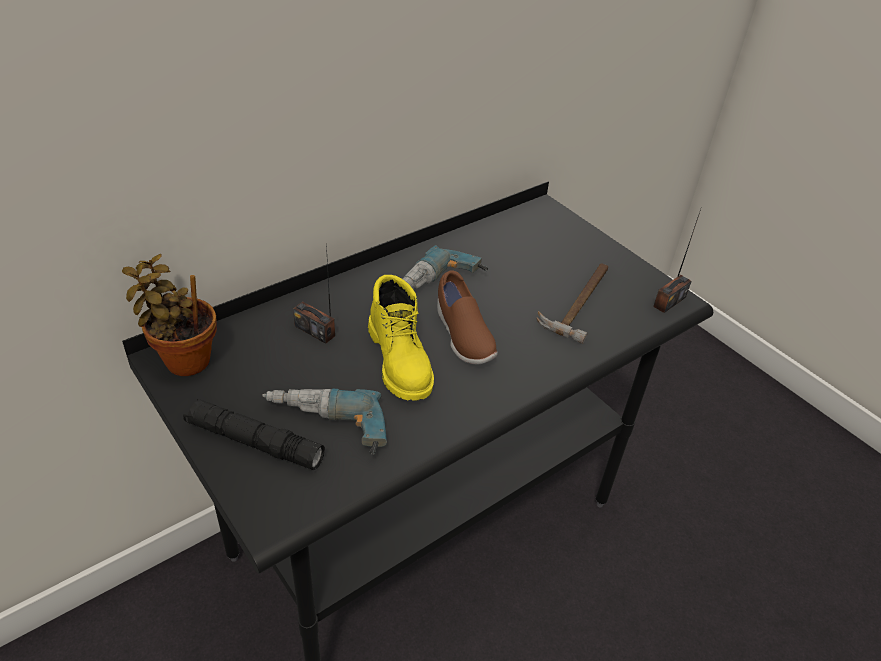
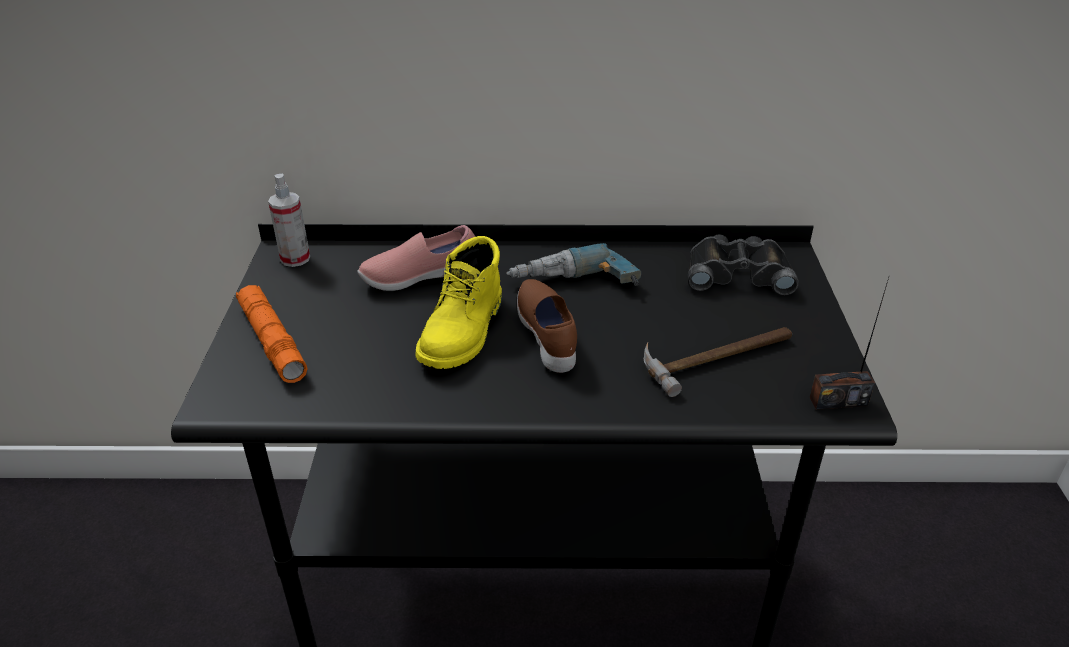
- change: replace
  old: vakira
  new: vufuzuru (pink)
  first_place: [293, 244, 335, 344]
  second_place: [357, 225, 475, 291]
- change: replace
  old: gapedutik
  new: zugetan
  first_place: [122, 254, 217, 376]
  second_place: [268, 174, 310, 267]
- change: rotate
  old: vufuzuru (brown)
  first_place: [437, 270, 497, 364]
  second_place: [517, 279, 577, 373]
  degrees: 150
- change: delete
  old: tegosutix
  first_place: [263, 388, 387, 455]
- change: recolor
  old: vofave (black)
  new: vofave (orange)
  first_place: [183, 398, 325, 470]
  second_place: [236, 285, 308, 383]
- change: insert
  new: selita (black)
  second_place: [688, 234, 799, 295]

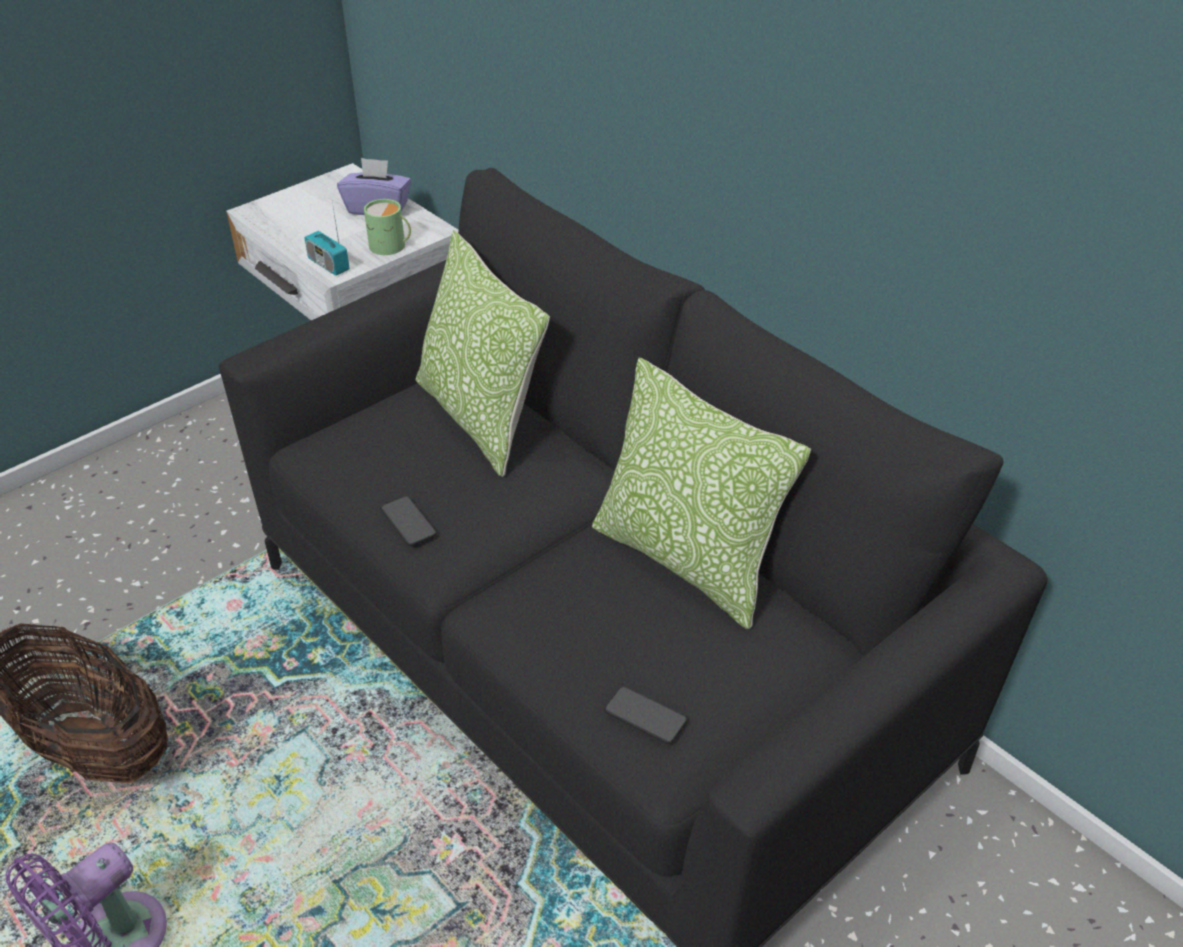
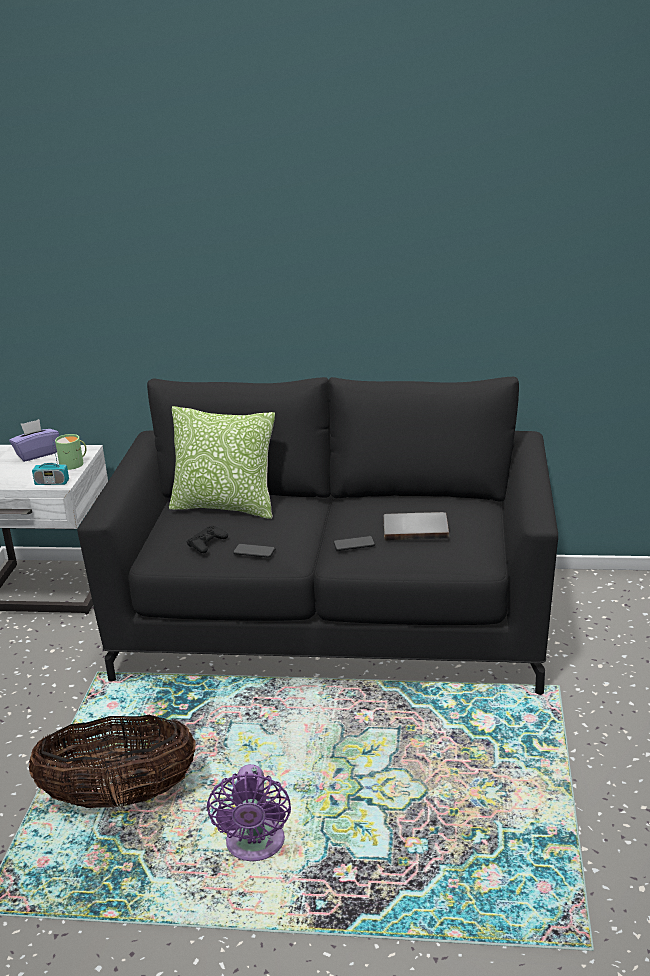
- change: delete
  old: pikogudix
  first_place: [592, 357, 811, 629]
- change: move
  old: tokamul
  first_place: [604, 686, 687, 744]
  second_place: [333, 536, 375, 551]
- change: insert
  new: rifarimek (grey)
  second_place: [384, 512, 449, 541]
- change: insert
  new: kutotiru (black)
  second_place: [187, 526, 228, 553]

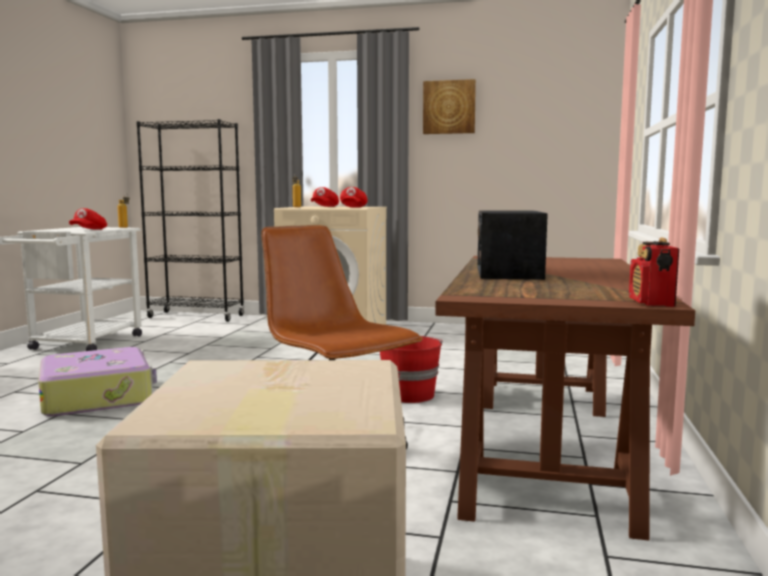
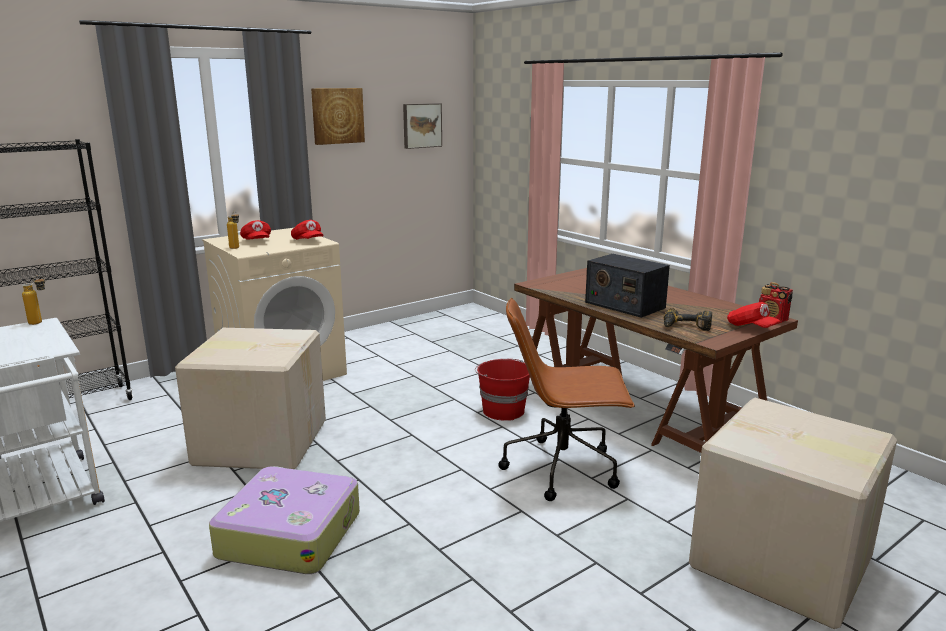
- change: move
  old: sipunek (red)
  first_place: [69, 208, 107, 230]
  second_place: [727, 302, 781, 328]
- change: insert
  new: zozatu
  second_place: [403, 103, 442, 149]
- change: insert
  new: tegosutix
  second_place: [664, 308, 712, 331]
- change: insert
  new: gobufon
  second_place: [175, 328, 326, 469]

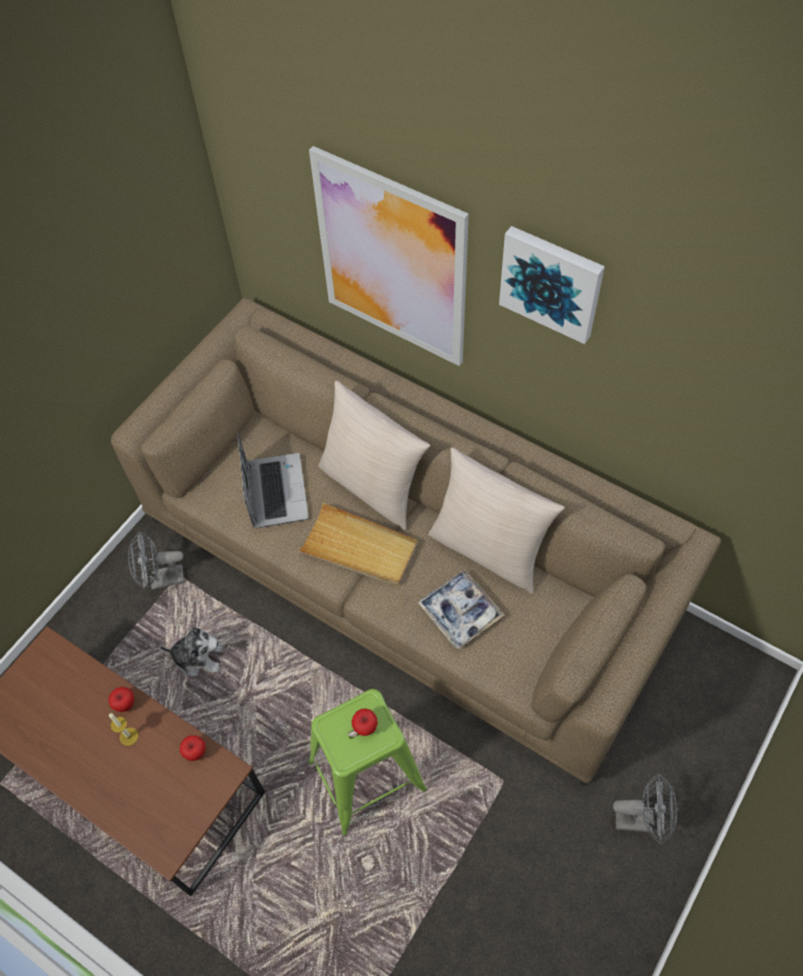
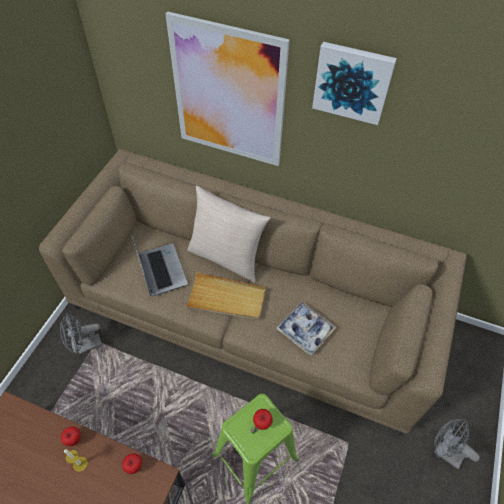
- change: delete
  old: pikogudix (beige)
  first_place: [428, 448, 565, 594]
- change: delete
  old: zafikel
  first_place: [159, 627, 223, 677]
- change: rotate
  old: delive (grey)
  first_place: [613, 773, 677, 845]
  second_place: [434, 419, 480, 469]
  degrees: -135

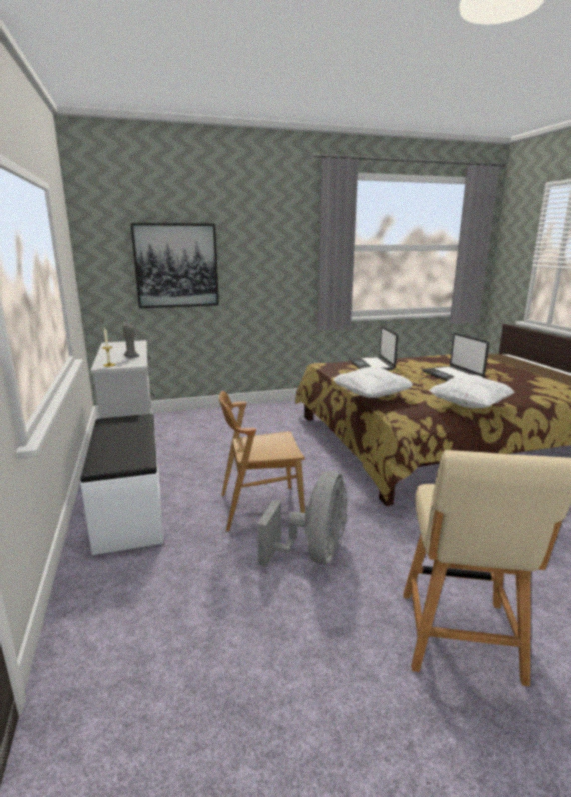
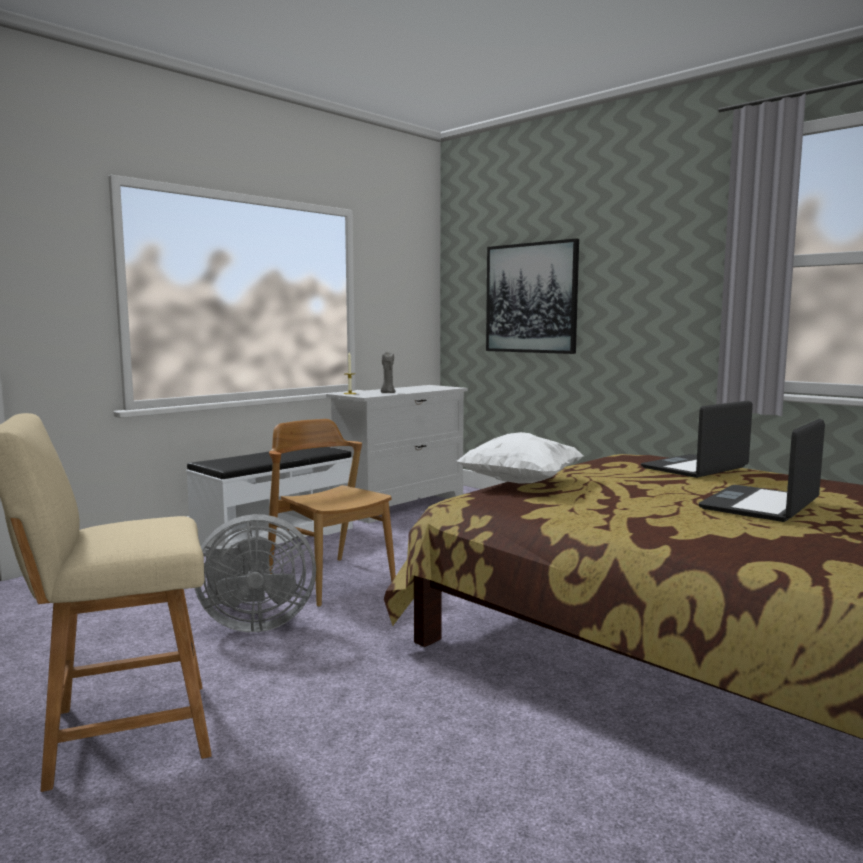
- change: delete
  old: pikogudix (white)
  first_place: [429, 375, 514, 408]

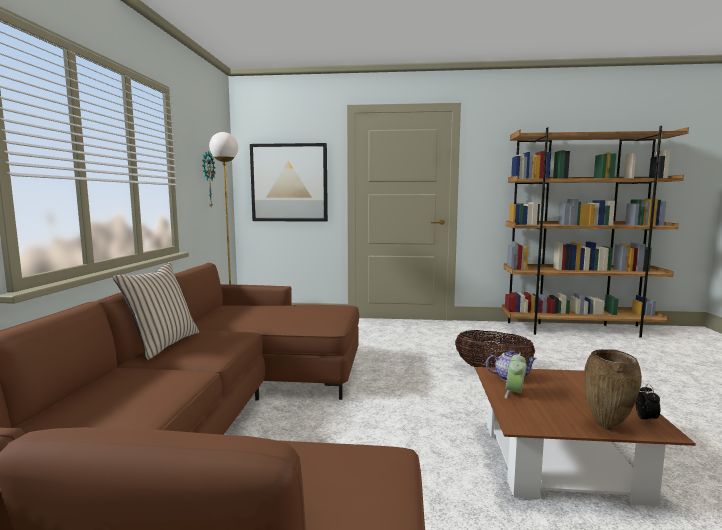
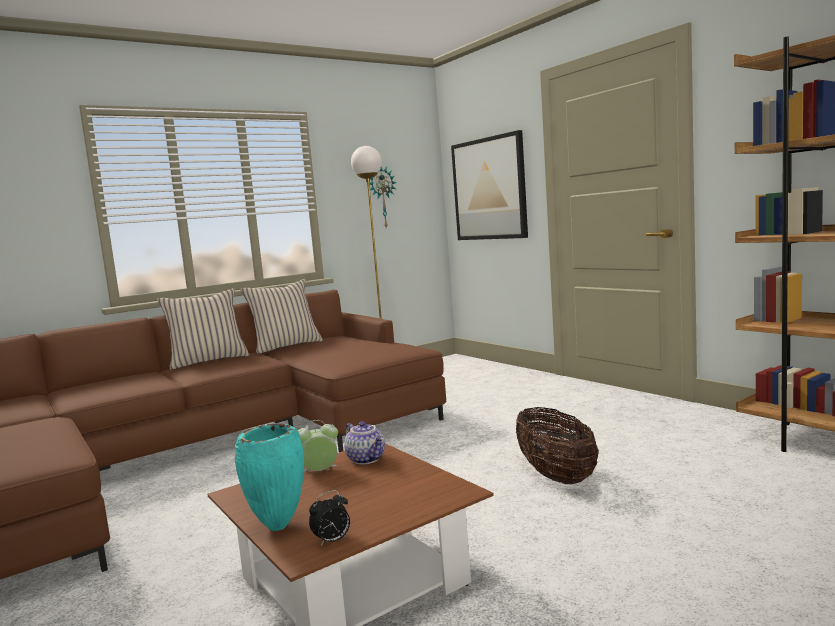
- change: recolor
  old: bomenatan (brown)
  new: bomenatan (turquoise)
  first_place: [584, 349, 642, 431]
  second_place: [235, 424, 304, 531]
- change: insert
  new: pikogudix (beige)
  second_place: [240, 279, 323, 354]

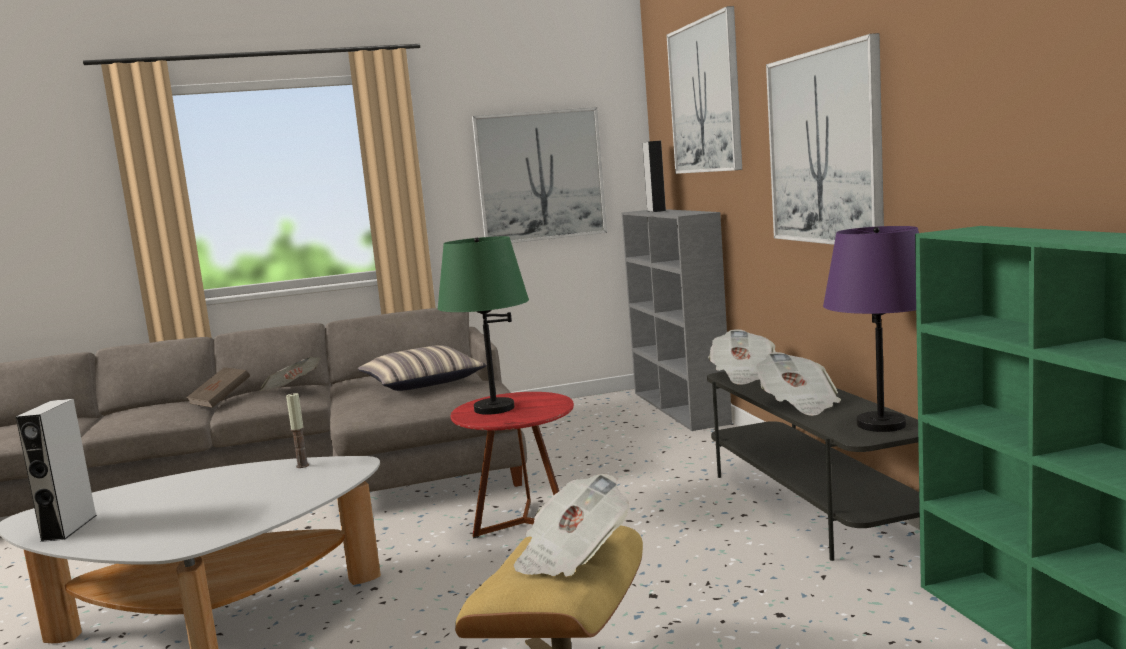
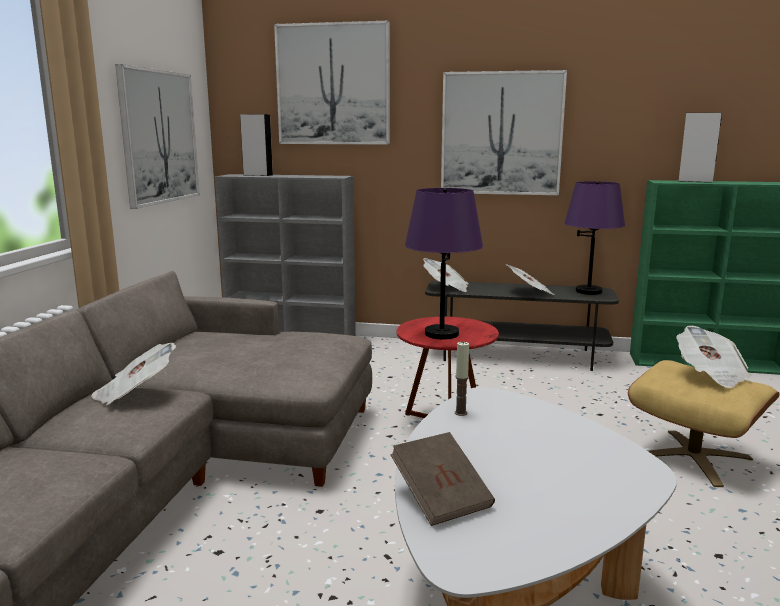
- change: recolor
  old: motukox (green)
  new: motukox (purple)
  first_place: [438, 236, 529, 415]
  second_place: [405, 188, 483, 339]
- change: delete
  old: pikogudix
  first_place: [358, 345, 487, 391]
- change: move
  old: rifarimek (brown)
  first_place: [186, 367, 250, 408]
  second_place: [391, 432, 495, 526]
- change: move
  old: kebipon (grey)
  first_place: [16, 399, 97, 542]
  second_place: [678, 112, 722, 183]

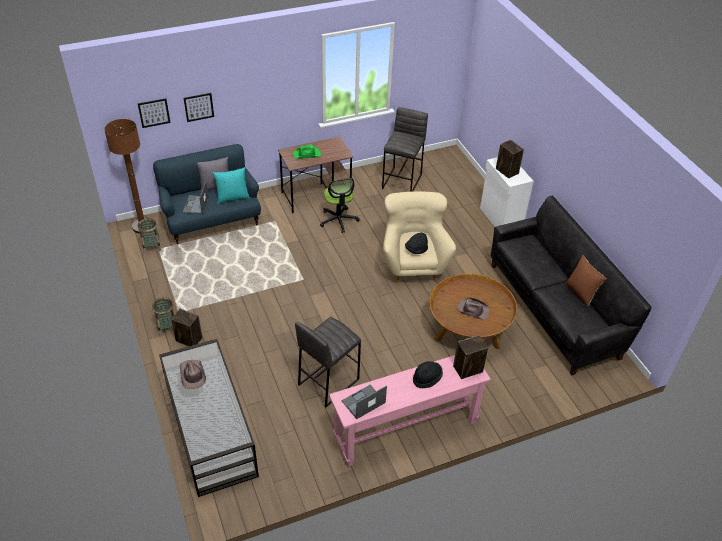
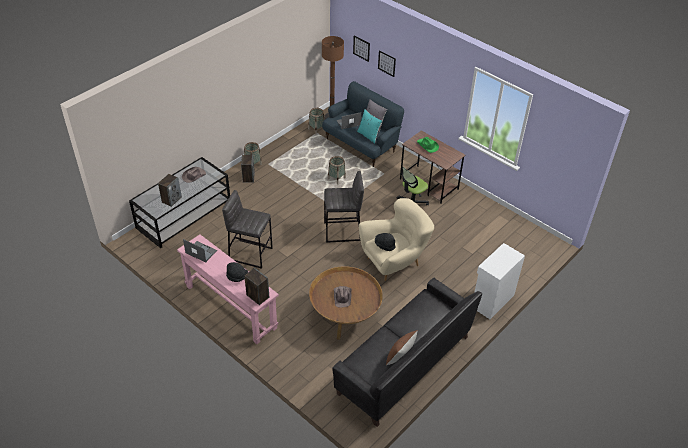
- change: move
  old: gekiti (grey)
  first_place: [382, 107, 428, 192]
  second_place: [324, 171, 364, 243]
- change: move
  old: kebipon
  first_place: [496, 140, 524, 178]
  second_place: [158, 174, 182, 207]
- change: insert
  new: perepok
  second_place: [328, 156, 346, 185]

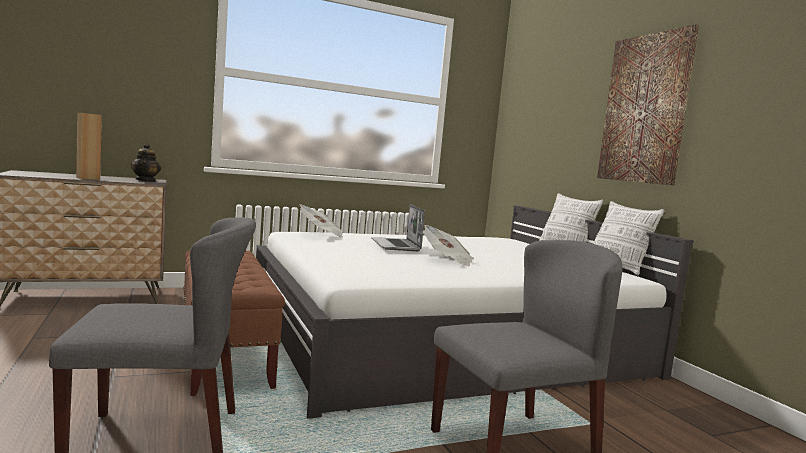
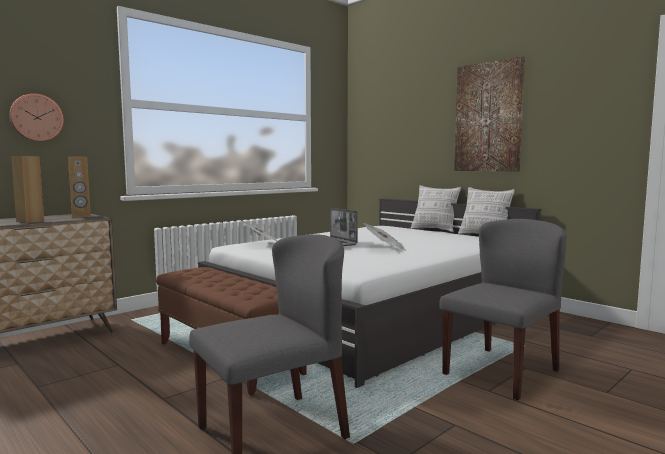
- change: replace
  old: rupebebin
  new: kebipon (brown)
  first_place: [131, 143, 161, 182]
  second_place: [68, 157, 91, 218]
- change: insert
  new: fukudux
  second_place: [9, 93, 64, 141]

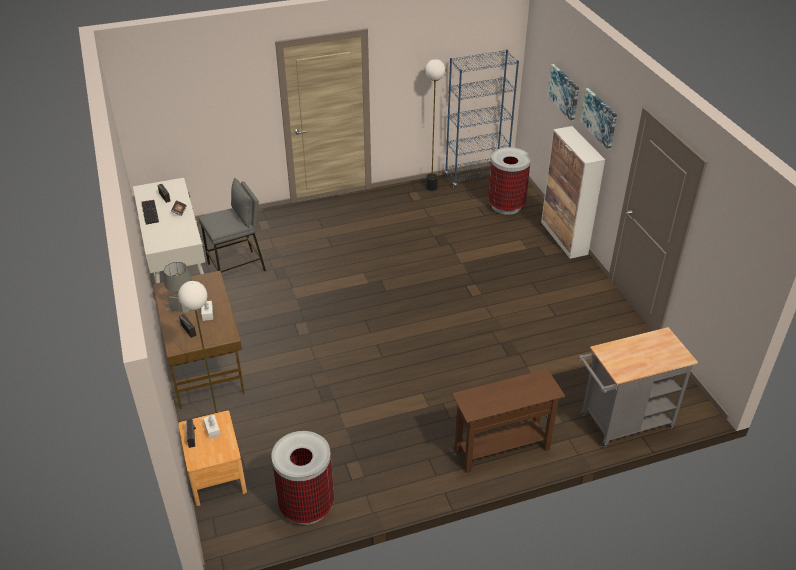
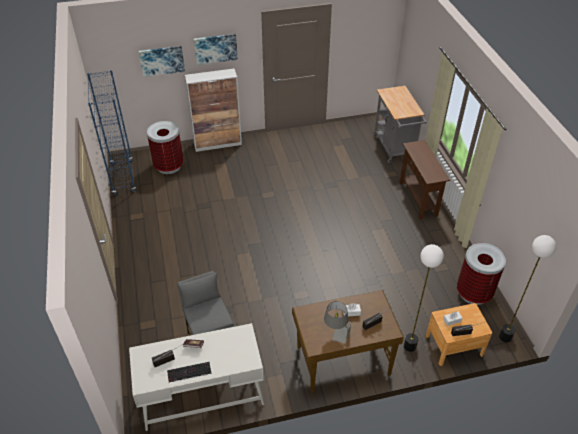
- change: move
  old: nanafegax
  first_place: [425, 59, 445, 191]
  second_place: [499, 235, 556, 343]

